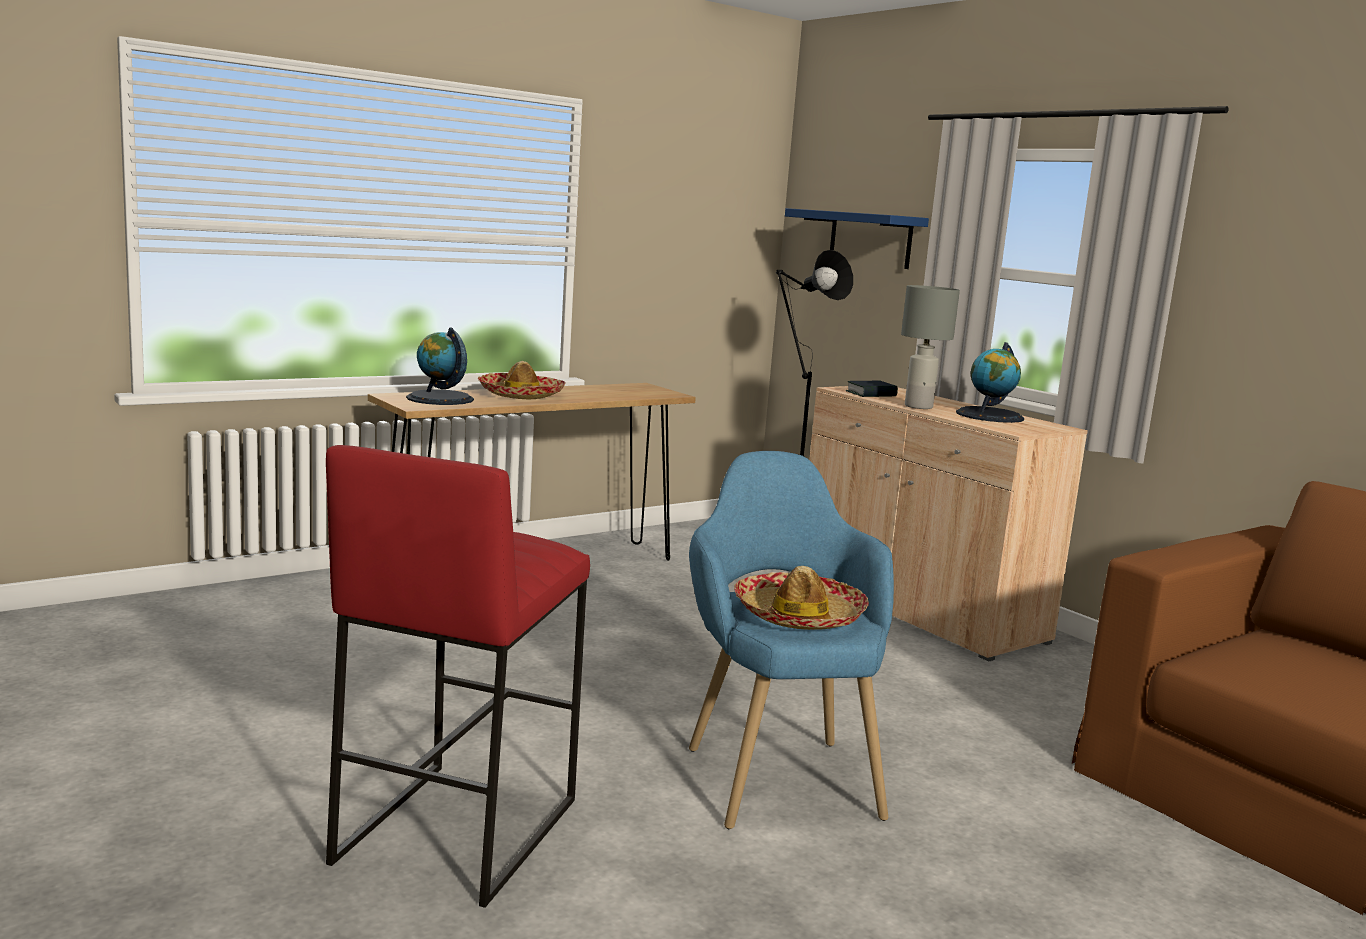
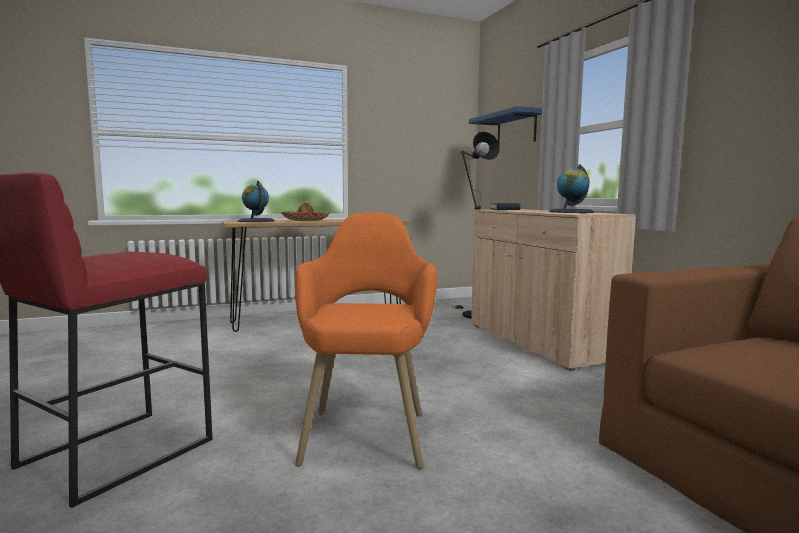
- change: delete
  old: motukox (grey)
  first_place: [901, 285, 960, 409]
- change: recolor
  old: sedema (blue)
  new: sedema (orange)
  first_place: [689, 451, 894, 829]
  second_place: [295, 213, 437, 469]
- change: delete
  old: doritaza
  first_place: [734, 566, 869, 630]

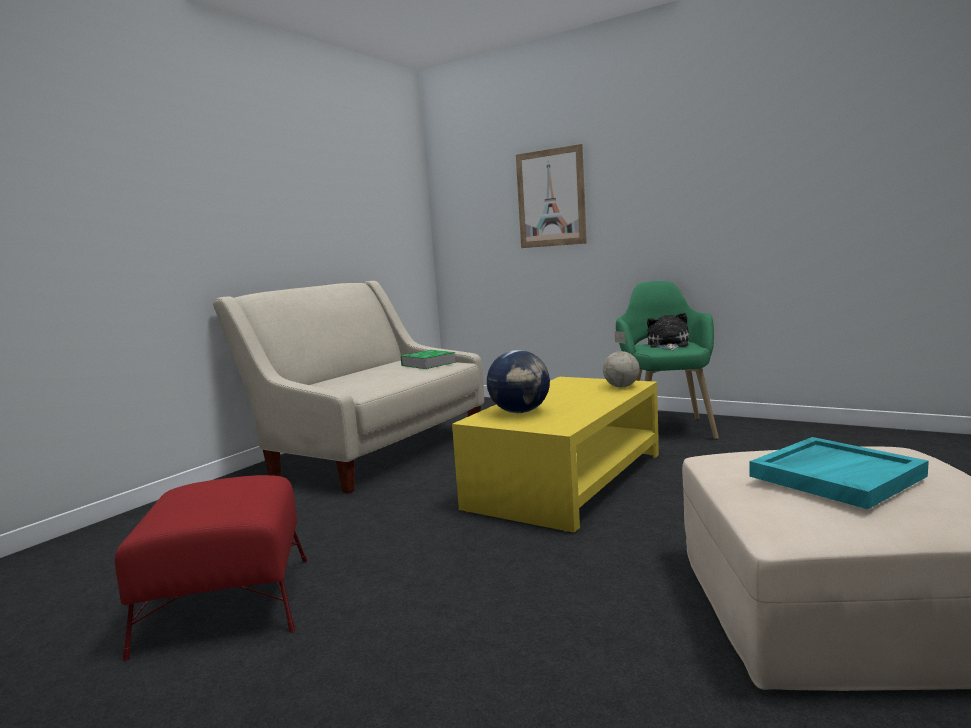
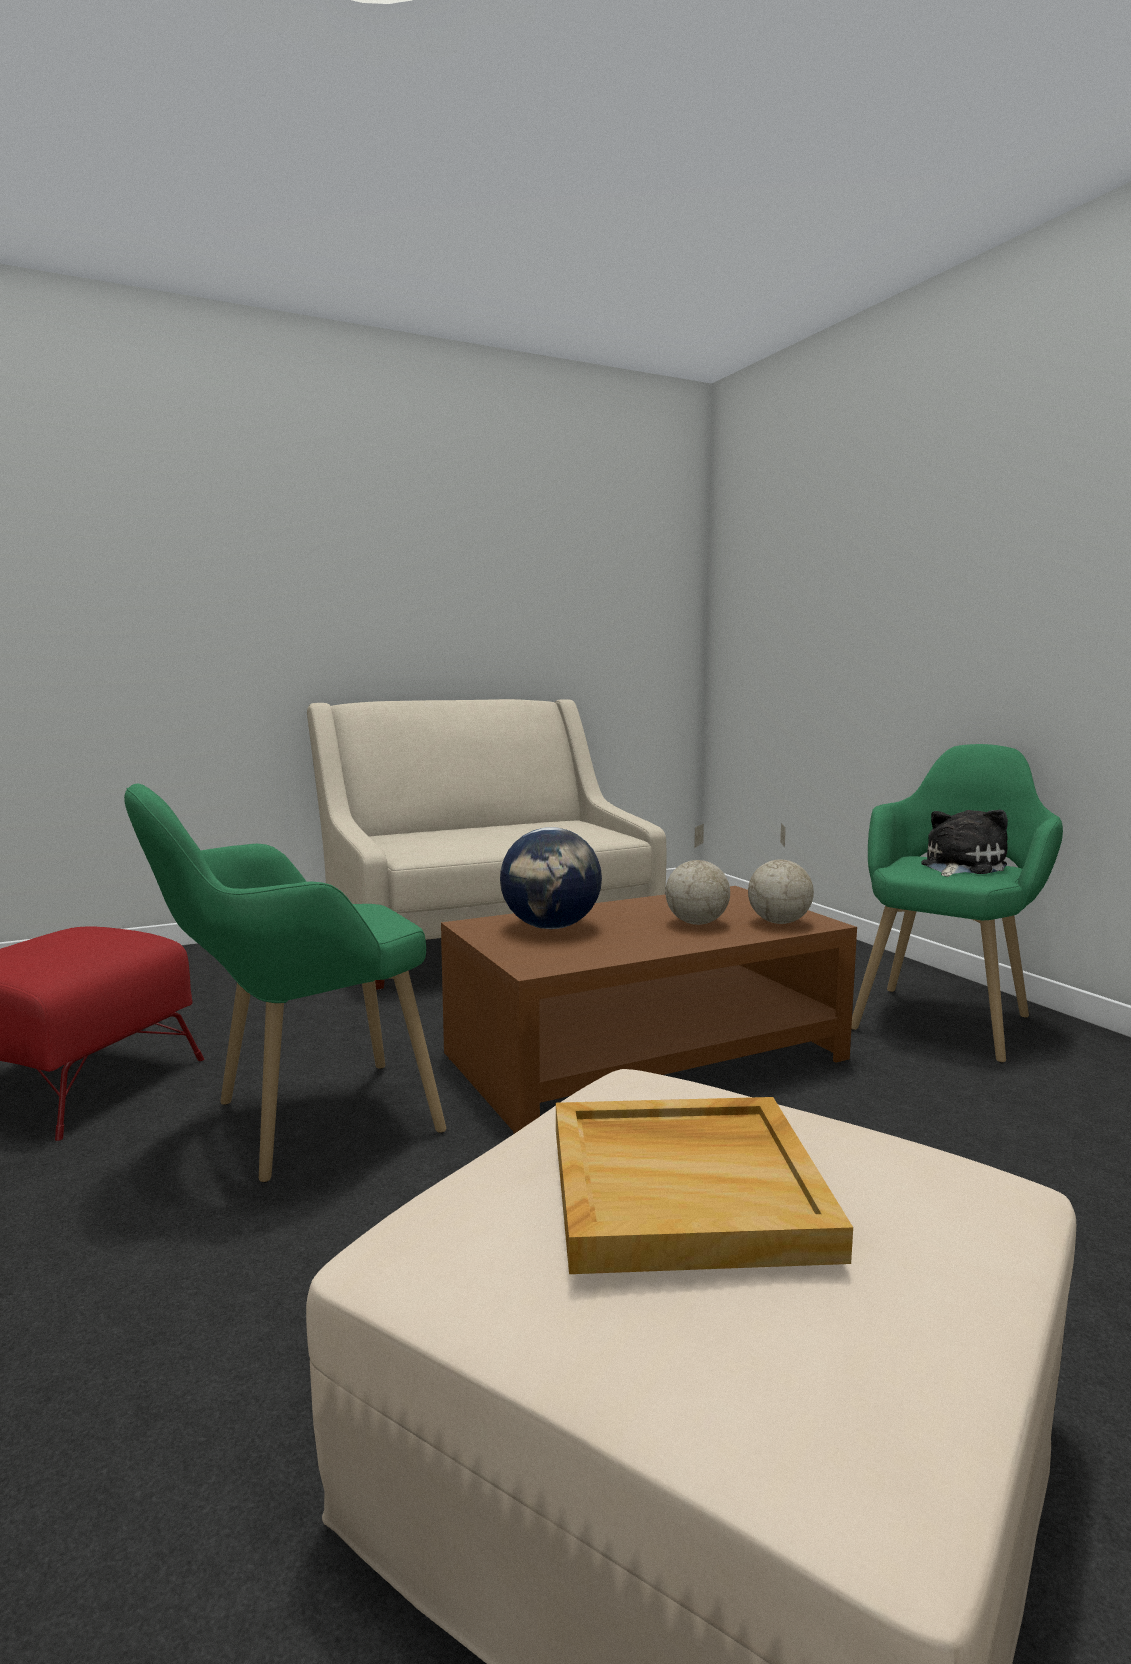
- change: delete
  old: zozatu
  first_place: [516, 144, 587, 248]
- change: delete
  old: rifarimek
  first_place: [400, 350, 456, 369]
- change: recolor
  old: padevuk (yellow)
  new: padevuk (brown)
  first_place: [452, 377, 659, 533]
  second_place: [441, 886, 857, 1134]
- change: recolor
  old: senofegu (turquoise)
  new: senofegu (beige)
  first_place: [749, 437, 929, 509]
  second_place: [556, 1097, 853, 1274]
- change: insert
  new: sedema (green)
  second_place: [124, 784, 446, 1183]
- change: insert
  new: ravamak
  second_place: [665, 823, 730, 925]

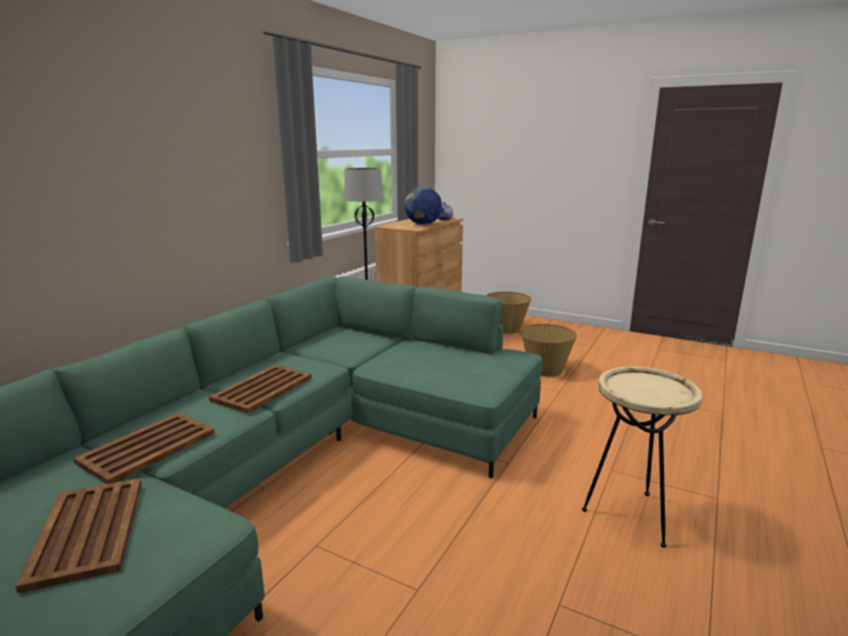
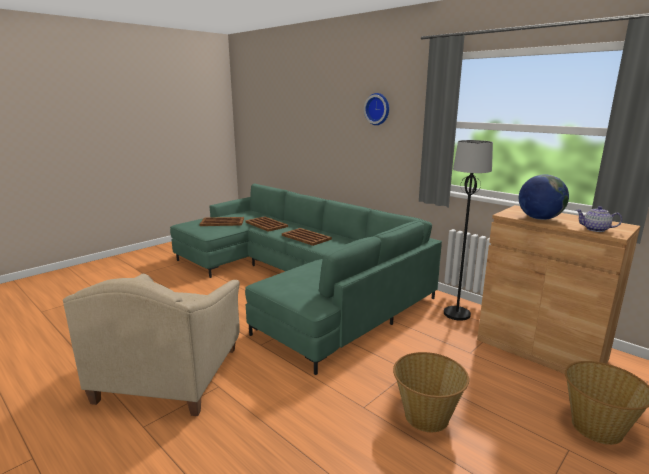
- change: replace
  old: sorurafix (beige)
  new: sedema (beige)
  first_place: [582, 367, 702, 548]
  second_place: [63, 274, 240, 416]
- change: insert
  new: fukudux
  second_place: [364, 93, 389, 125]

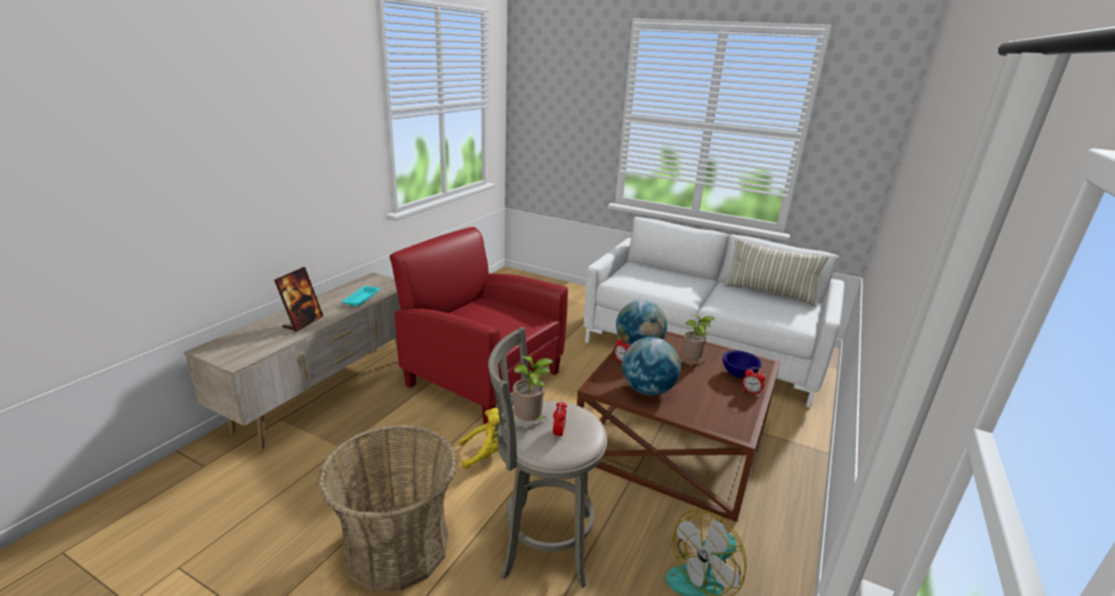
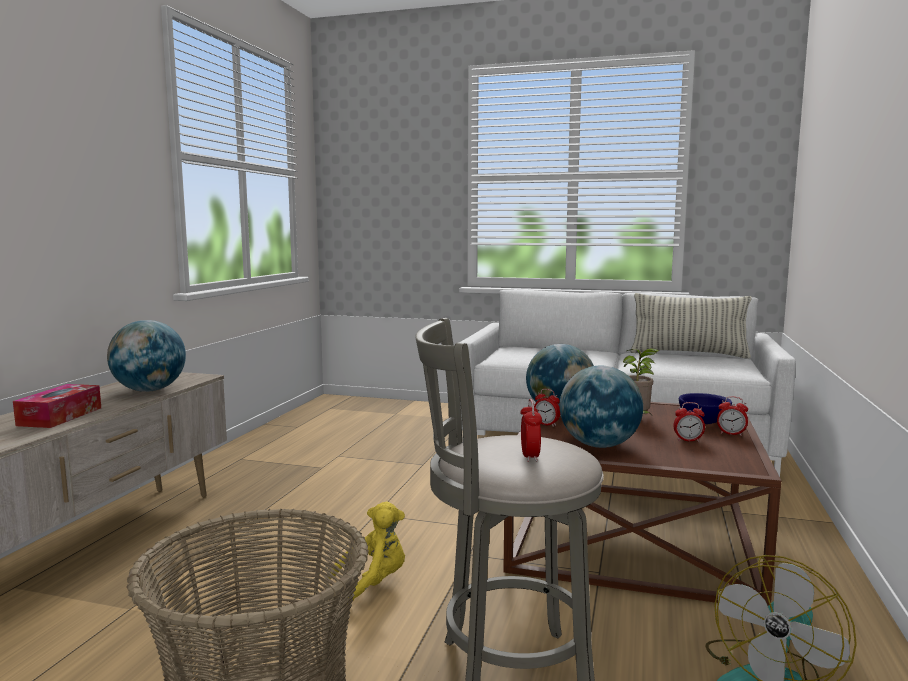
- change: delete
  old: sedema (red)
  first_place: [390, 227, 568, 424]
- change: replace
  old: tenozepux
  new: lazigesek
  first_place: [274, 267, 324, 332]
  second_place: [13, 384, 101, 428]
- change: replace
  old: senofegu (turquoise)
  new: ravamak
  first_place: [342, 286, 380, 306]
  second_place: [107, 320, 186, 392]
- change: delete
  old: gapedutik
  first_place: [513, 356, 554, 421]
- change: insert
  new: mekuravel
  second_place: [673, 402, 705, 442]

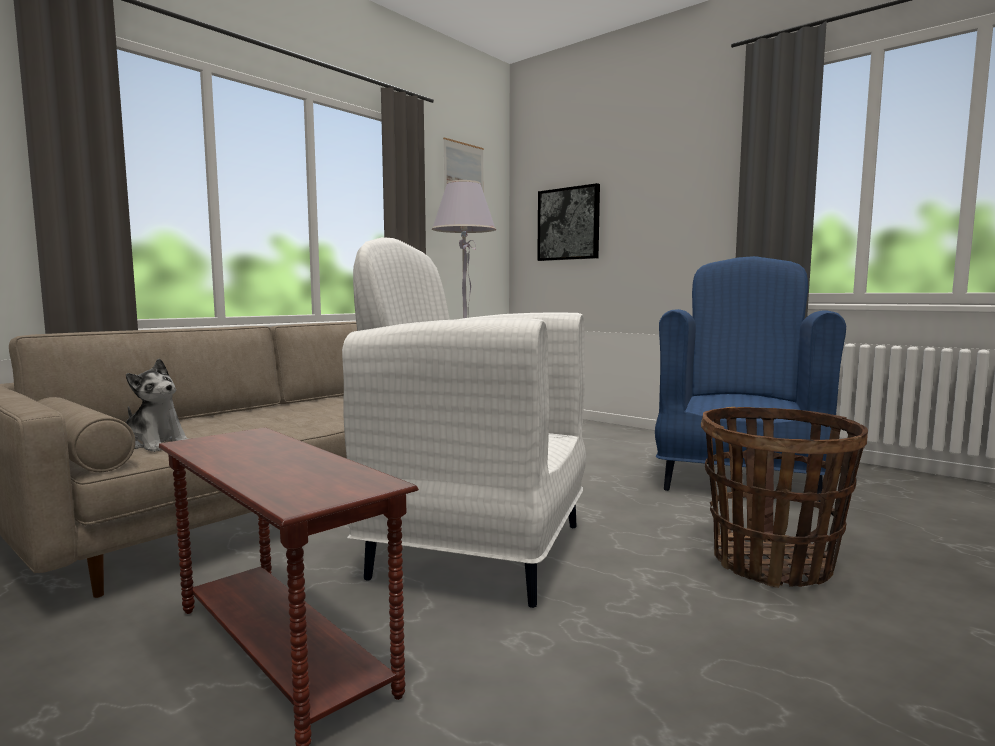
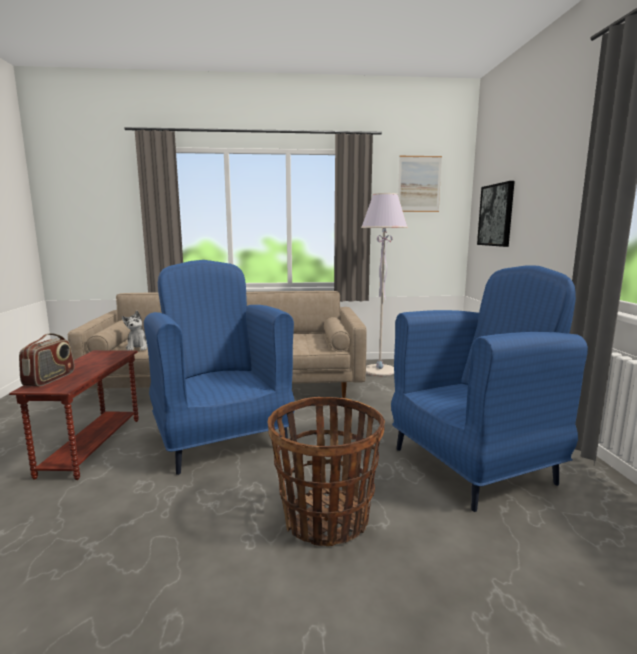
- change: recolor
  old: sedema (white)
  new: sedema (blue)
  first_place: [342, 237, 586, 608]
  second_place: [144, 260, 294, 475]
- change: insert
  new: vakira
  second_place: [19, 333, 74, 387]

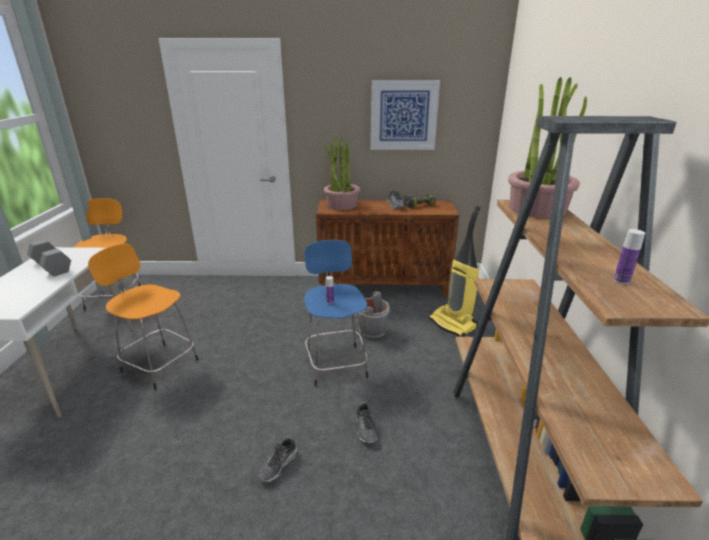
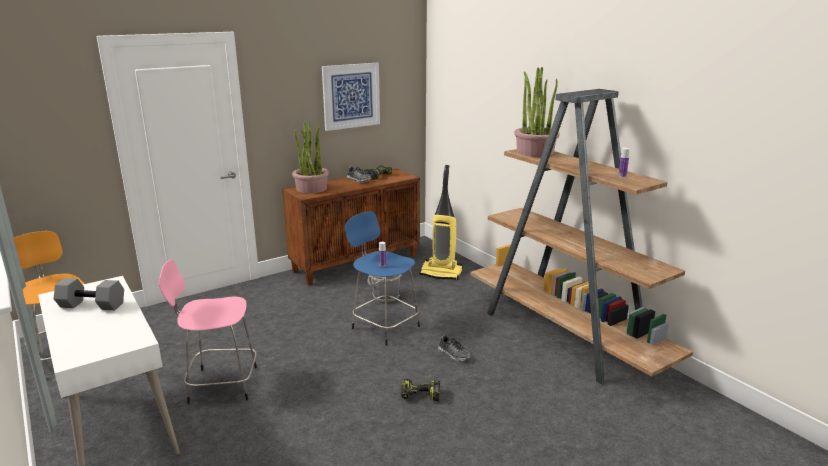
- change: recolor
  old: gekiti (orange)
  new: gekiti (pink)
  first_place: [88, 244, 199, 390]
  second_place: [159, 259, 257, 404]
- change: replace
  old: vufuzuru
  new: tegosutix
  first_place: [259, 437, 297, 482]
  second_place: [401, 379, 440, 402]

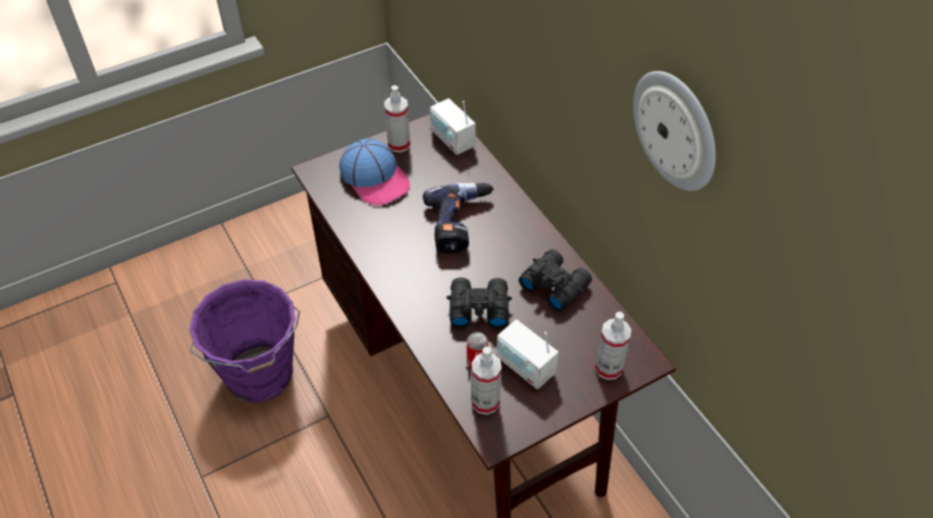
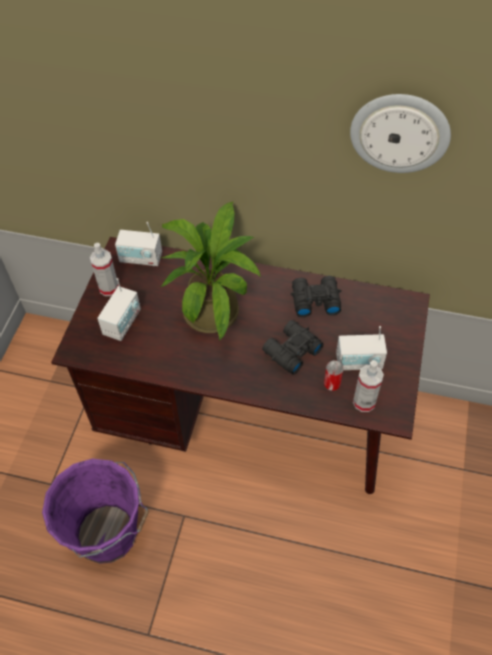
- change: replace
  old: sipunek
  new: vakira
  first_place: [339, 139, 410, 205]
  second_place: [97, 278, 141, 341]
- change: replace
  old: tegosutix
  new: gapedutik
  first_place: [423, 183, 494, 254]
  second_place: [160, 202, 261, 341]
- change: delete
  old: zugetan
  first_place: [595, 311, 631, 380]

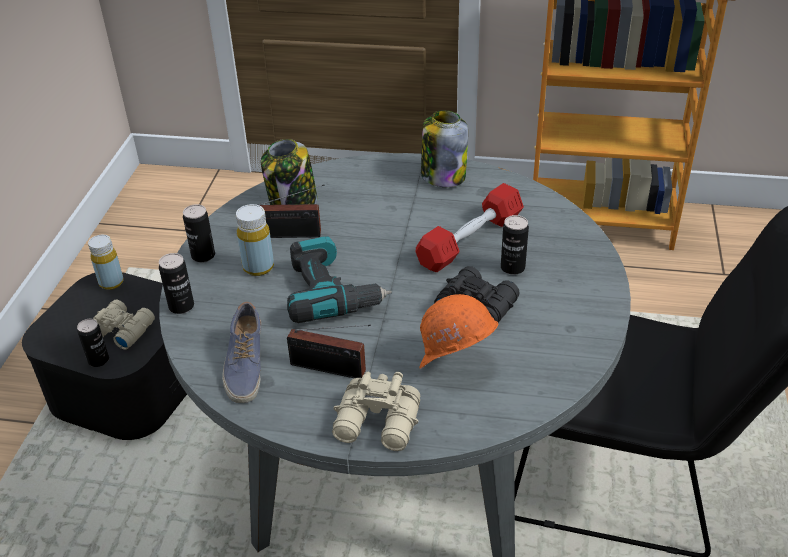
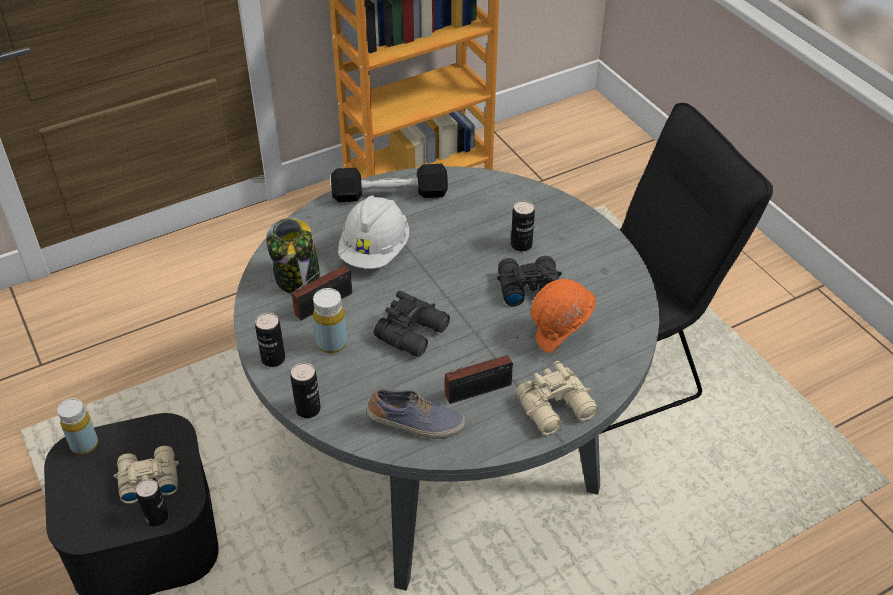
- change: replace
  old: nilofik
  new: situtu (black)
  first_place: [421, 110, 468, 187]
  second_place: [331, 164, 448, 202]
- change: delete
  old: situtu (red)
  first_place: [416, 183, 524, 272]
- change: replace
  old: tegosutix
  new: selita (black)
  first_place: [287, 236, 392, 323]
  second_place: [374, 290, 450, 357]
- change: rotate
  old: vufuzuru
  first_place: [222, 302, 261, 403]
  second_place: [367, 388, 465, 439]
  degrees: -45
- change: insert
  new: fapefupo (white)
  second_place: [338, 196, 409, 269]

